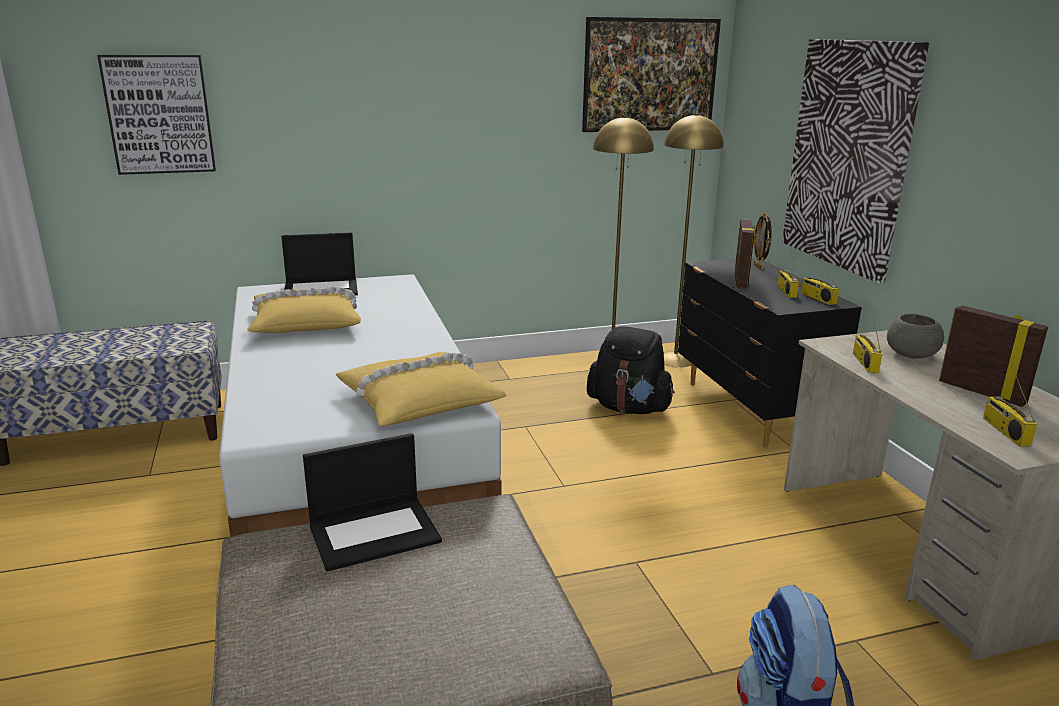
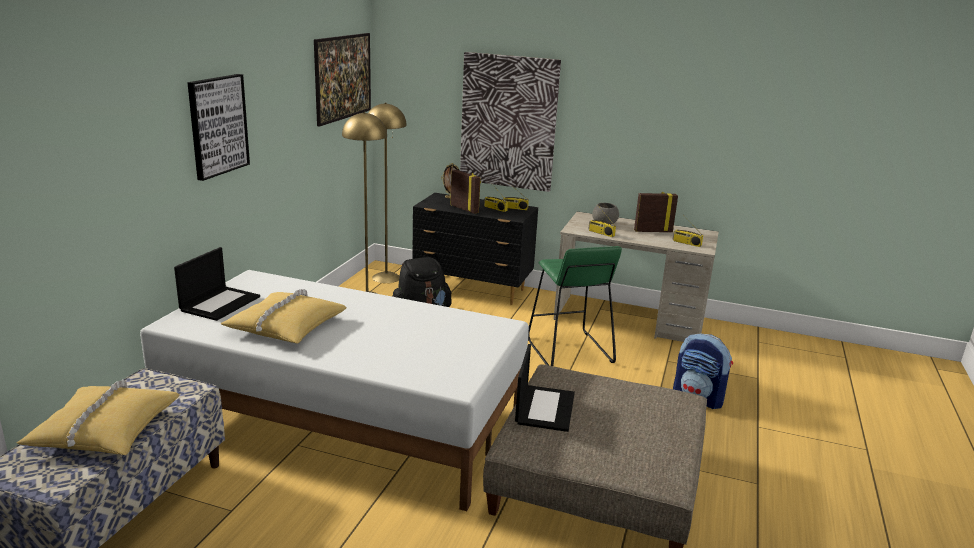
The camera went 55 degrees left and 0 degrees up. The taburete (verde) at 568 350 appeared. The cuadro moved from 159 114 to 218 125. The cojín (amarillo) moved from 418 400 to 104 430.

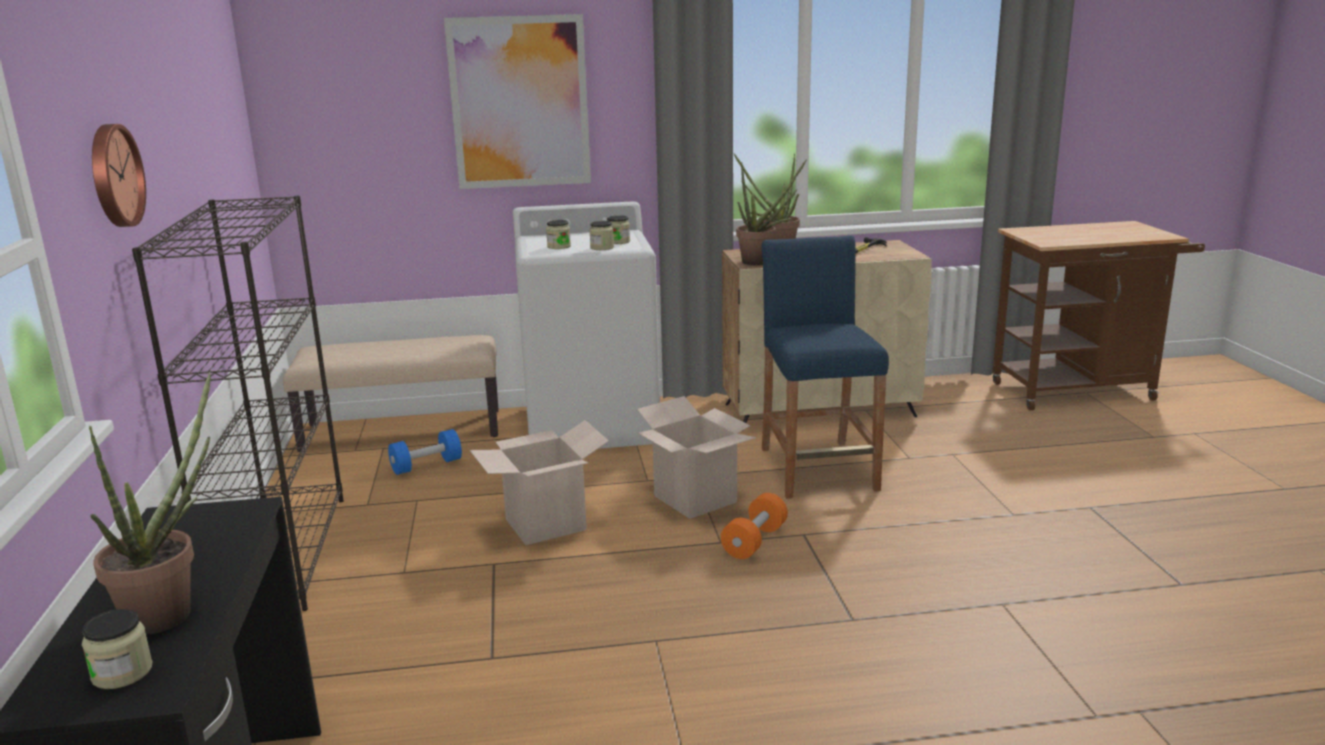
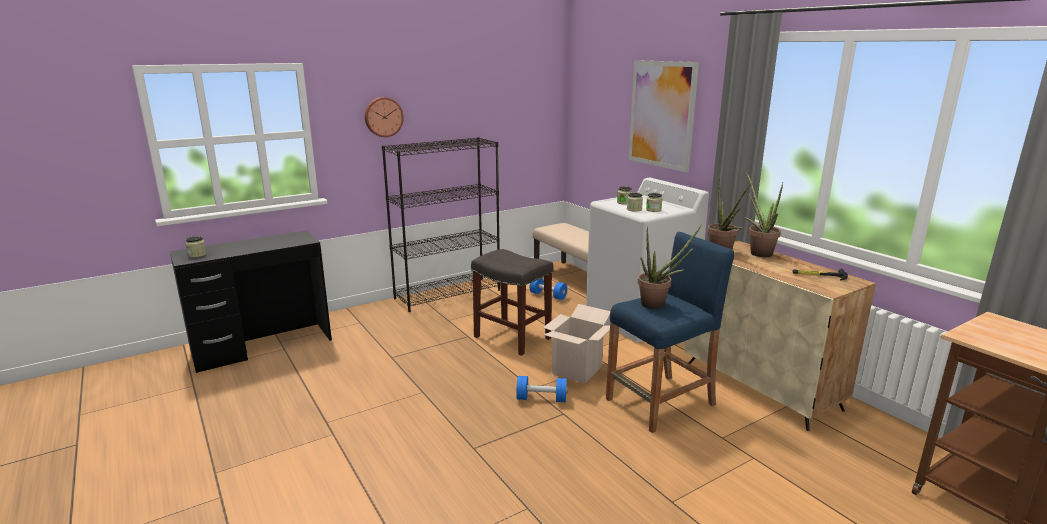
The camera went 65 degrees right and 0 degrees up. The planta en maceta moved from 171 610 to 658 304. The caja de cartón at 545 524 was replaced by the taburete (gris) at 513 337. The mancuerna (naranja) at 754 541 became the mancuerna (azul) at 541 399.

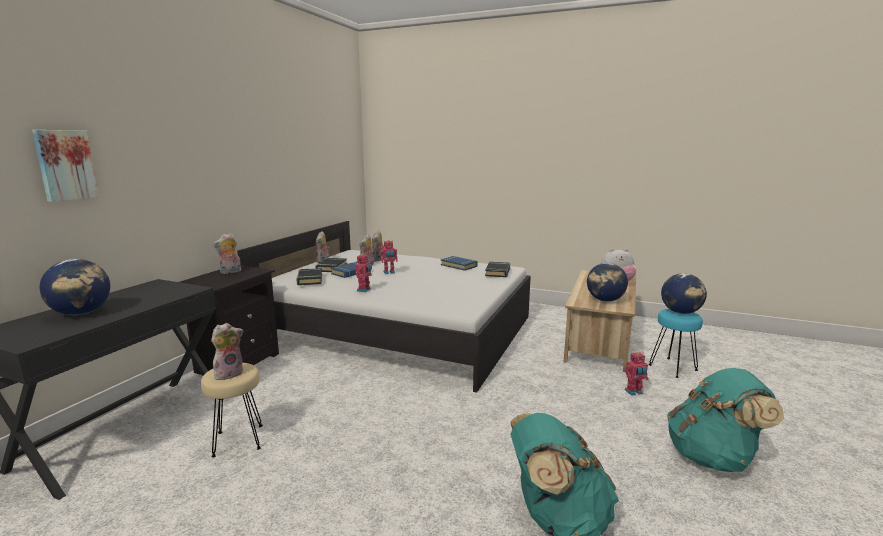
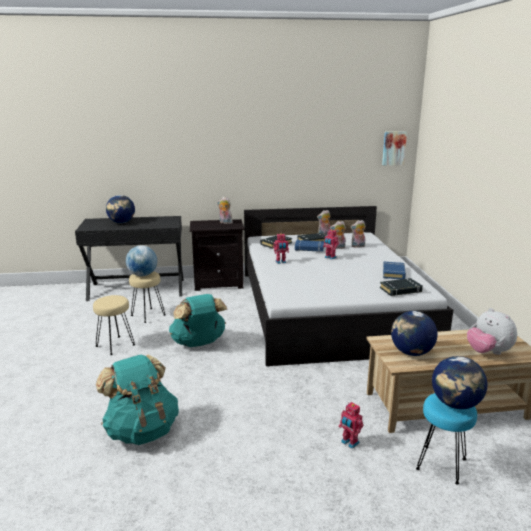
The camera went 60 degrees right and 5 degrees up. The taburete (beis) at 116 345 appeared. The cuadro moved from 65 165 to 393 148. The mochila (turquesa) moved from 713 457 to 199 343. The peluche at 229 373 was replaced by the globo terráqueo at 142 275.

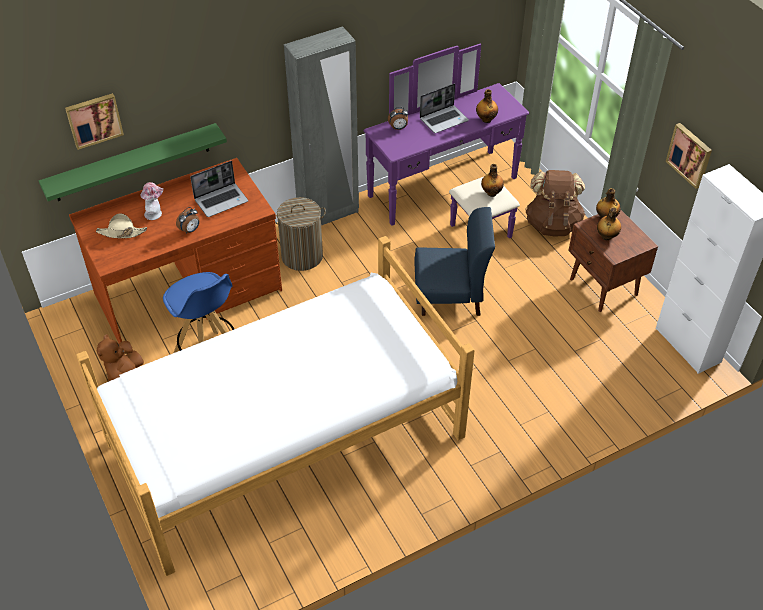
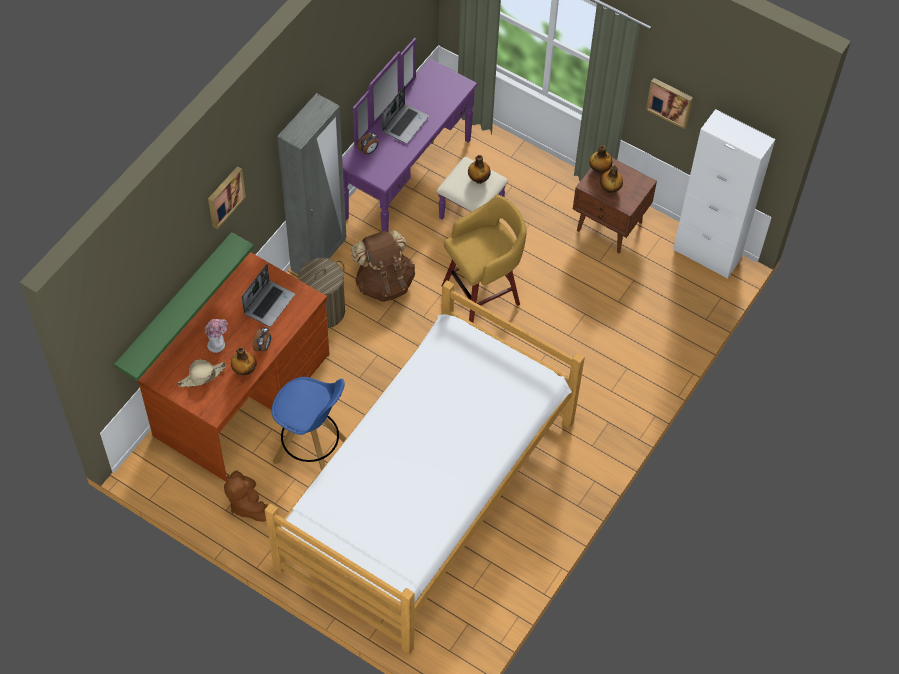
The camera went 30 degrees left and 10 degrees up. The cuadro moved from 94 120 to 224 196. The botella moved from 486 119 to 244 370. The mochila (marrón) moved from 552 224 to 384 283. The silla (azul) at 450 296 was replaced by the taburete (amarillo) at 483 294.

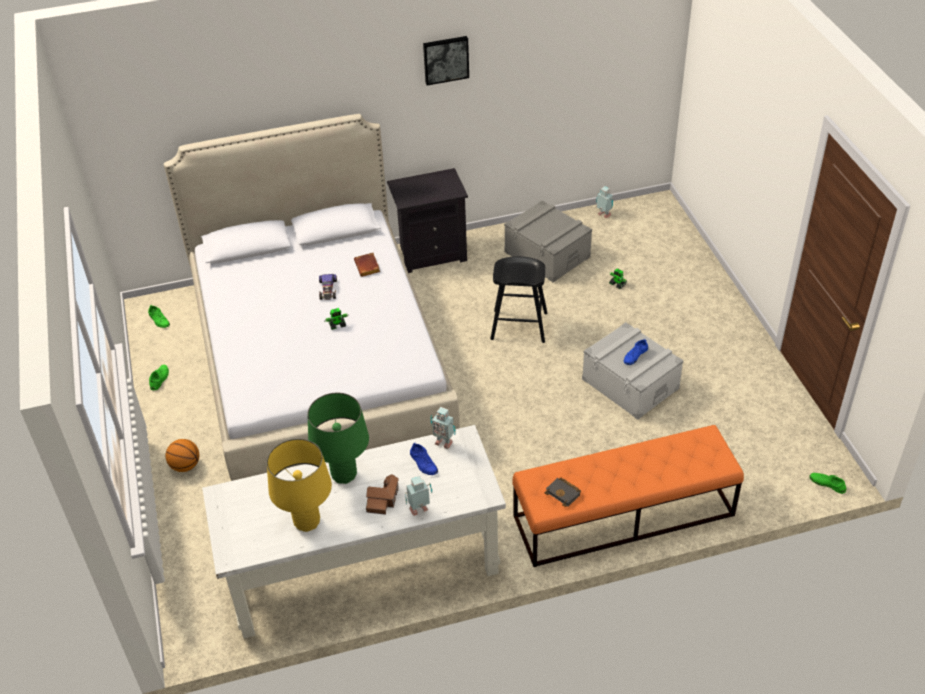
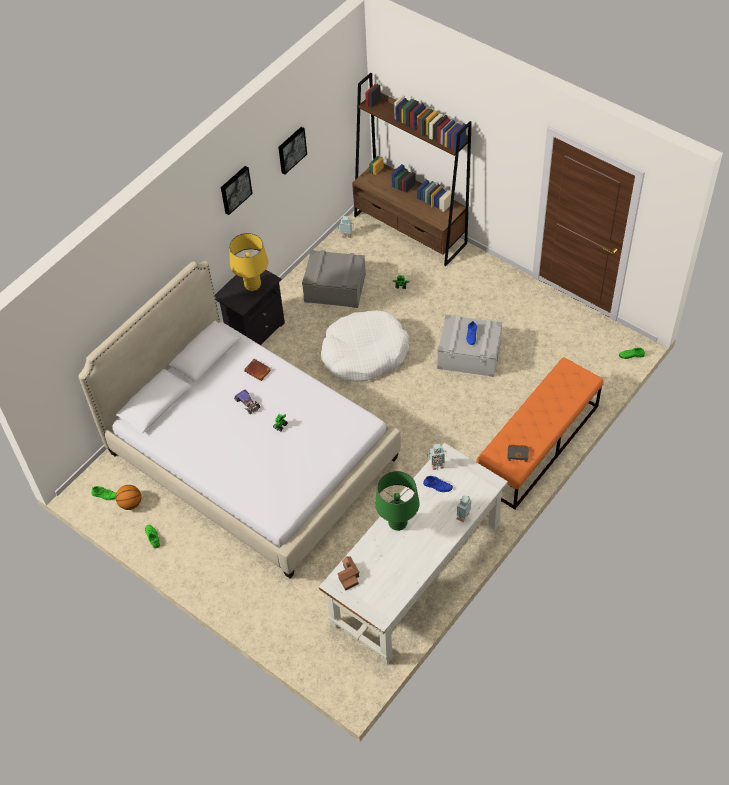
The camera went 35 degrees left and 10 degrees up. The cuadro at 291 149 appeared. The estantería (marrón) at 410 230 appeared. The balón de baloncesto moved from 185 465 to 130 503. The lámpara de mesa (amarillo) moved from 307 521 to 252 285. The casita moved from 383 500 to 348 576. The taburete (negro) at 519 326 was replaced by the cama para perro (blanco) at 364 353.

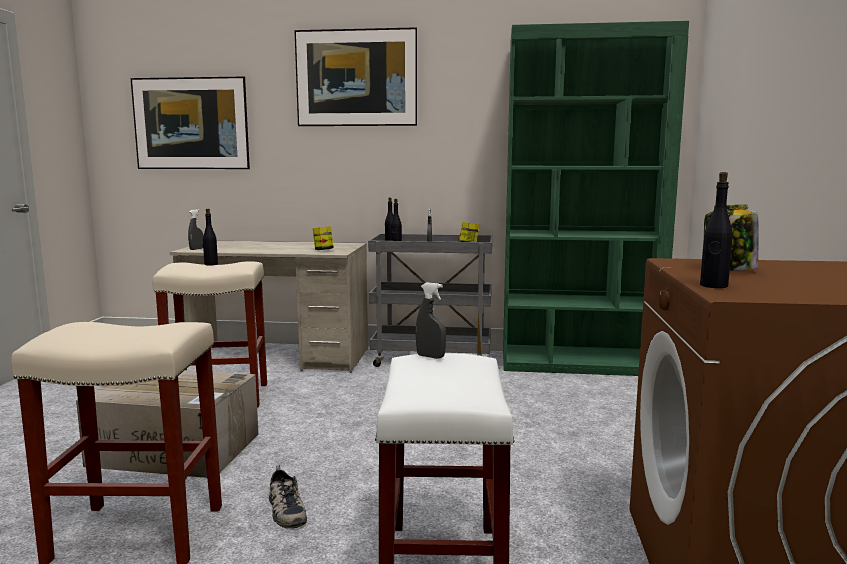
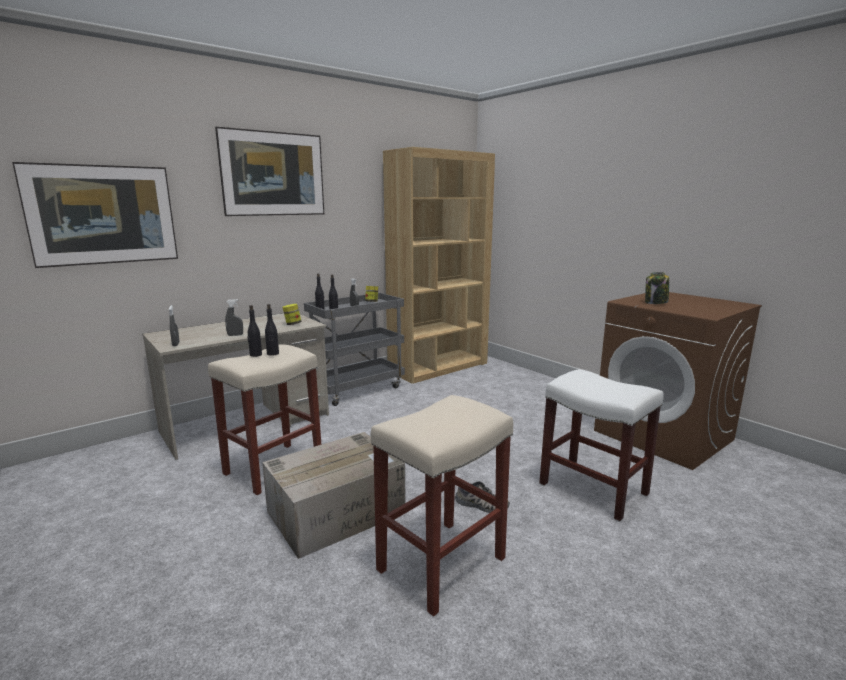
The camera went 45 degrees left and 5 degrees up. The pulverizador (gris) moved from 430 356 to 235 335. The botella (negro) moved from 713 286 to 273 354. The estantería (verde) at 578 364 became the estantería (marrón) at 439 367.

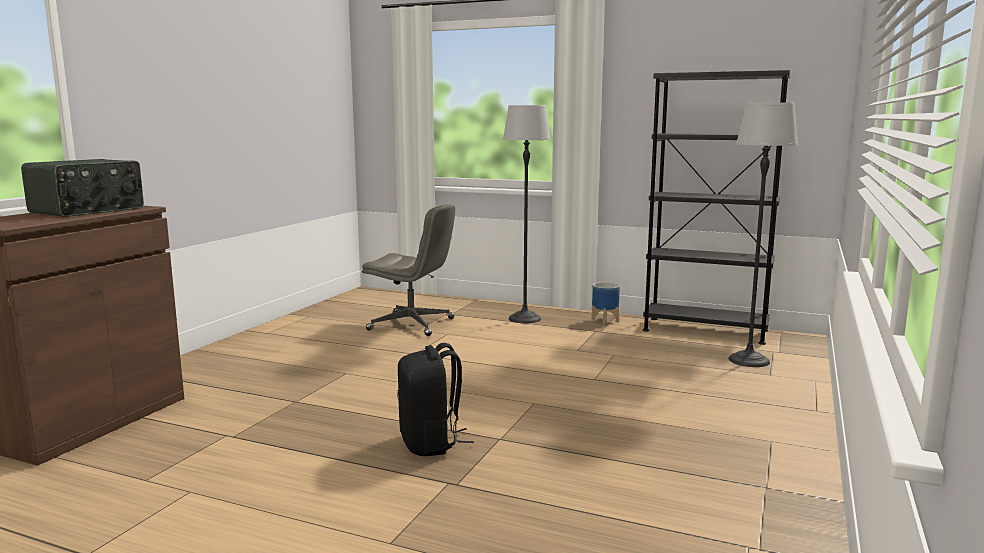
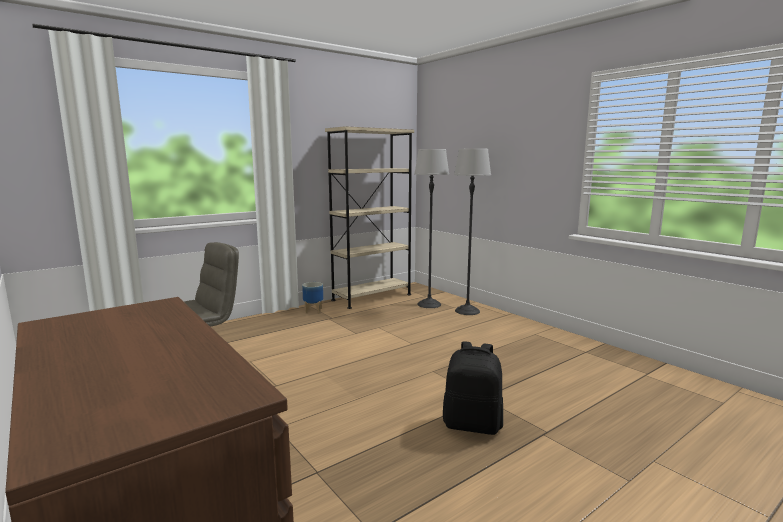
The camera went 60 degrees left and 0 degrees up. The radio at 88 210 disappeared. The lámpara de pie moved from 525 318 to 467 311. The estantería (negro) at 705 330 became the estantería (beis) at 372 297.

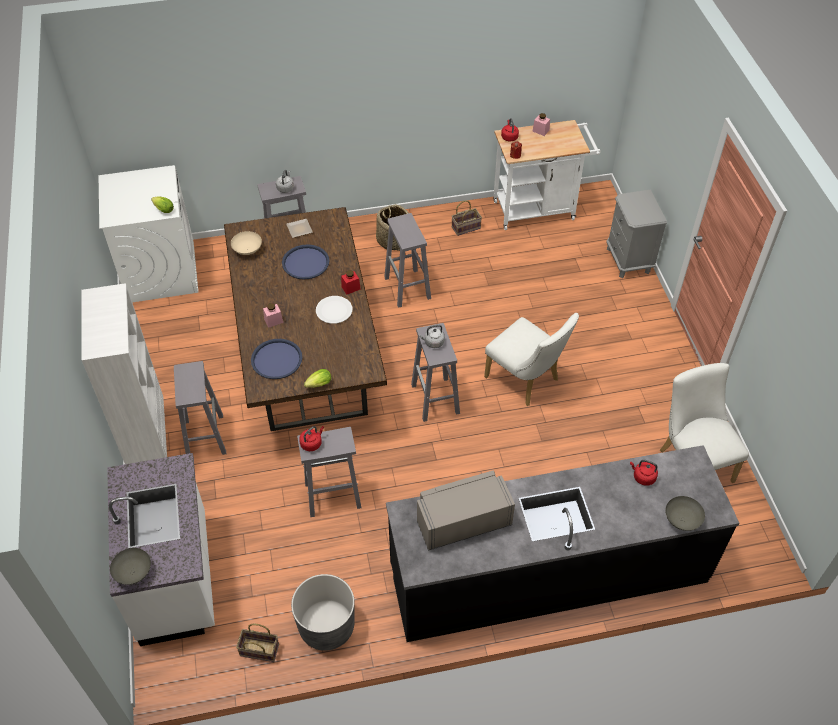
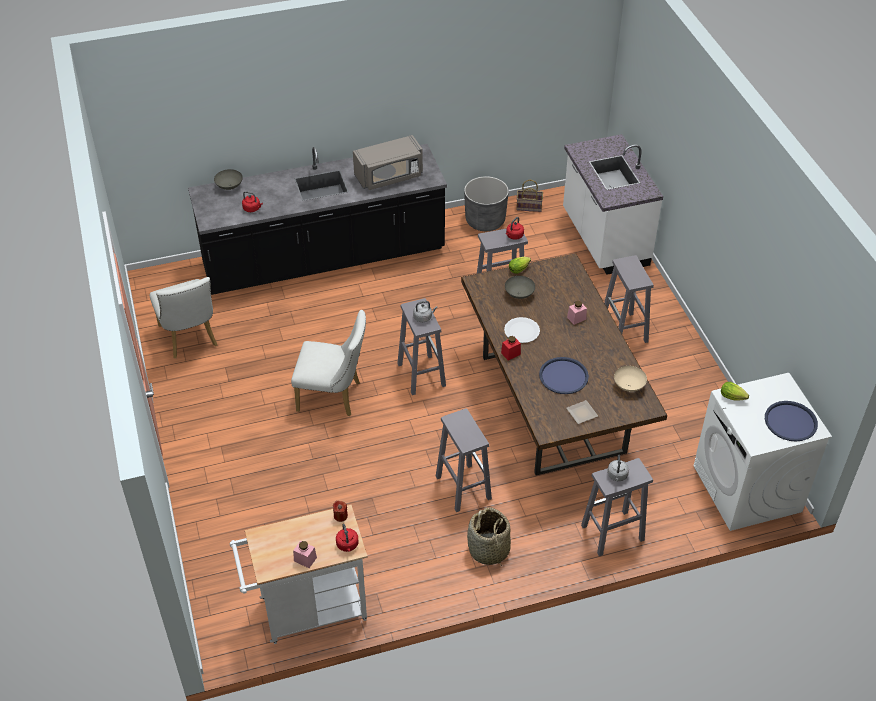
The camera went 175 degrees right and 5 degrees down. The estantería (blanco) at 148 442 disappeared. The cesta at 466 227 disappeared. The mesita de noche (gris) at 628 260 disappeared. The cuenco (gris) moved from 133 573 to 519 294. The bandeja (azul) moved from 276 359 to 790 422. The silla (blanco) at 526 381 turned 150 degrees clockwise.

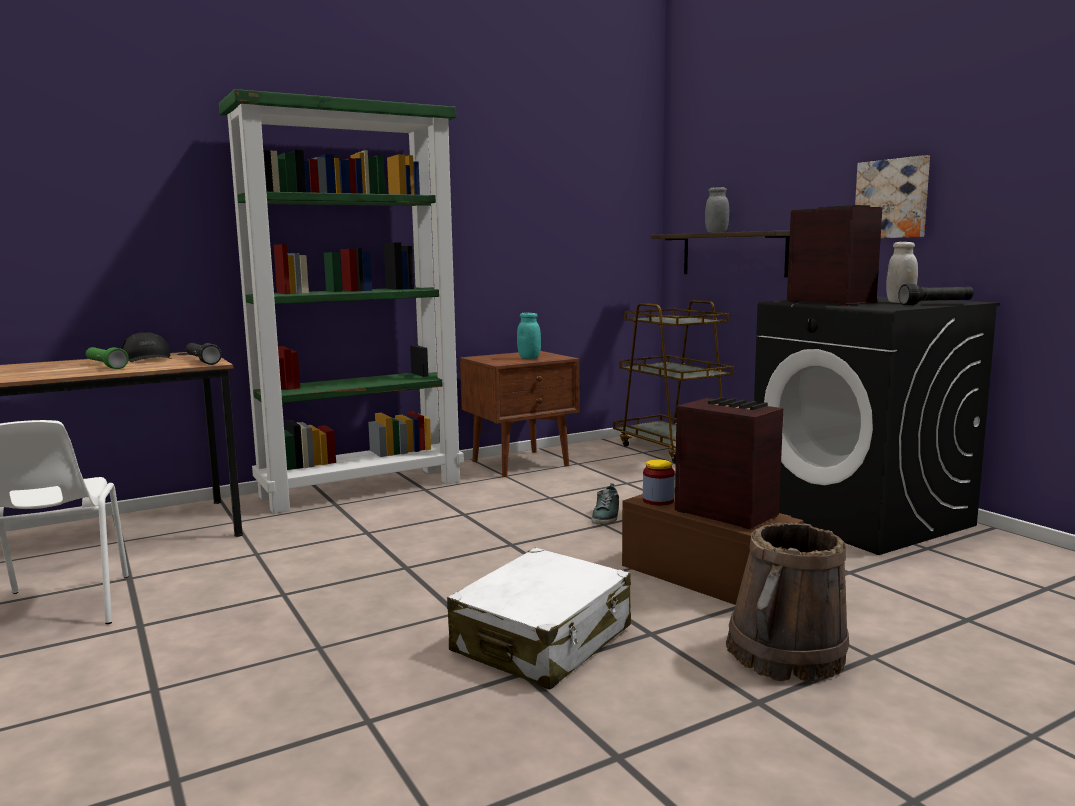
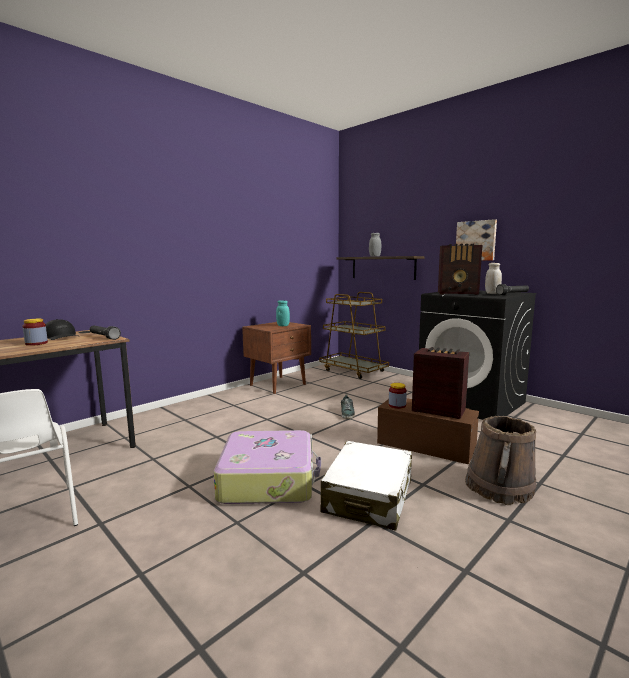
The camera went 15 degrees left and 0 degrees up. The estantería (verde) at 363 488 disappeared. The maleta at 269 479 appeared. The linterna (verde) at 105 366 was replaced by the tarro at 36 343. The radio at 830 302 turned 150 degrees clockwise.

